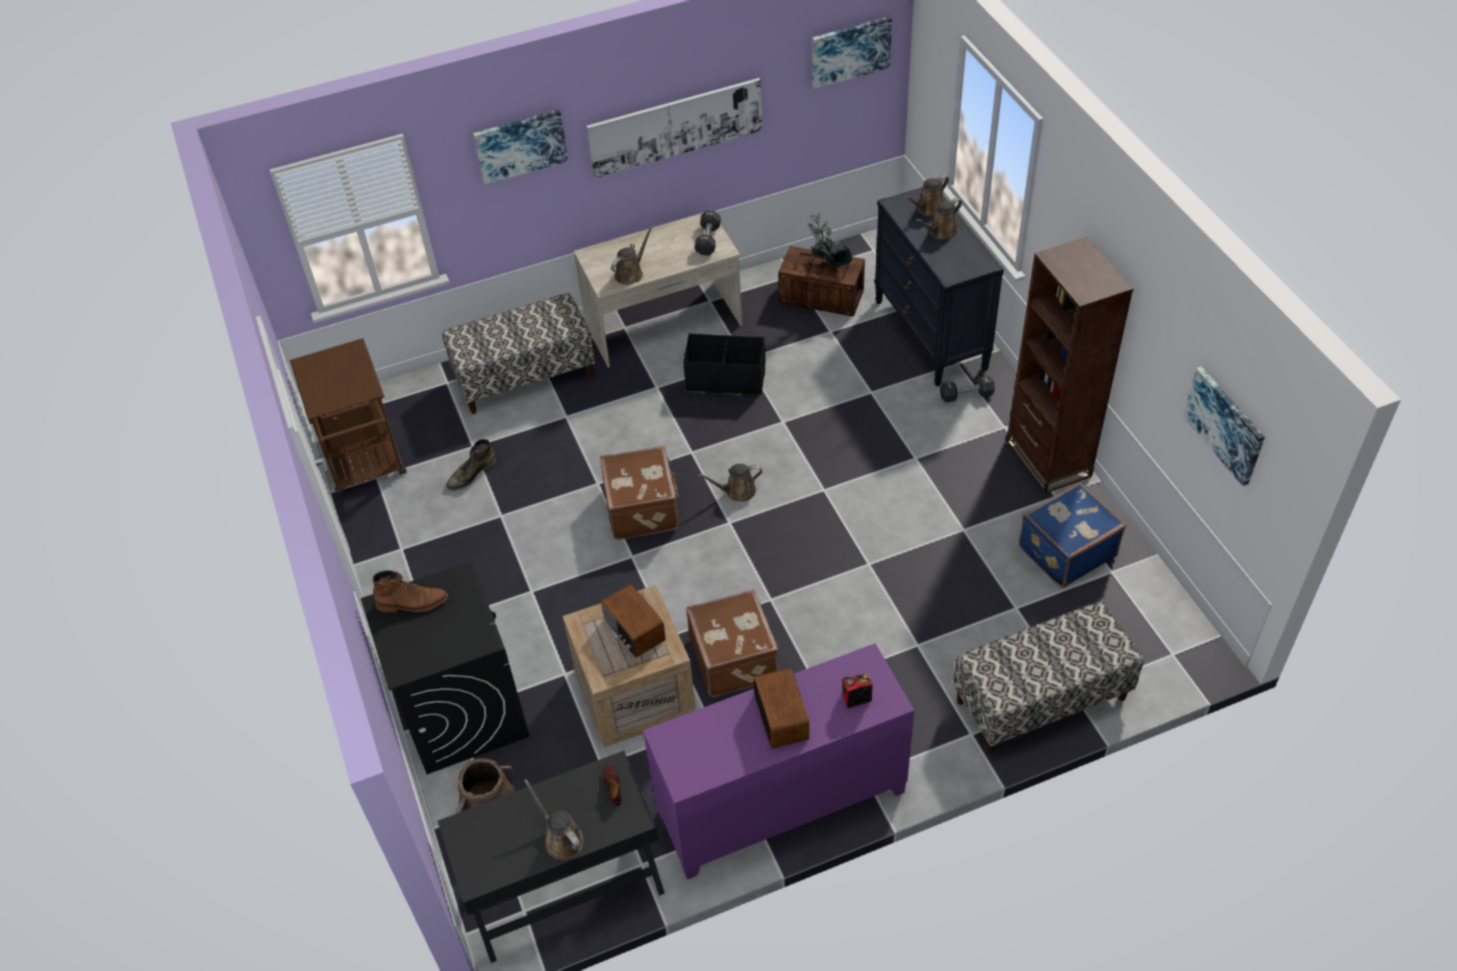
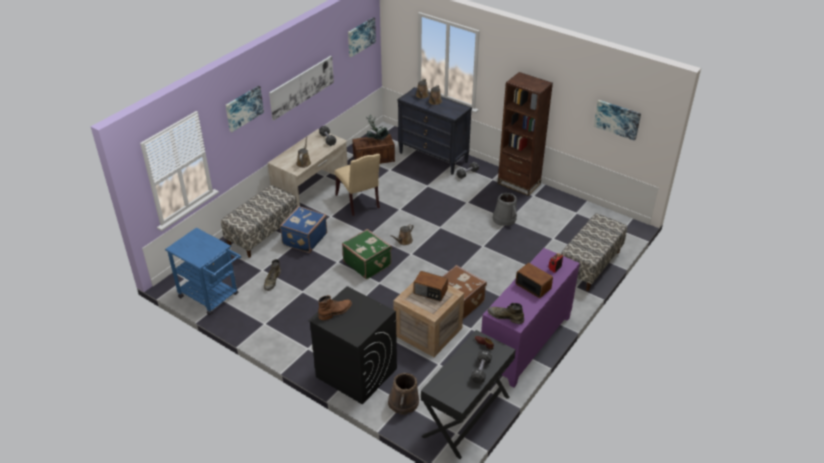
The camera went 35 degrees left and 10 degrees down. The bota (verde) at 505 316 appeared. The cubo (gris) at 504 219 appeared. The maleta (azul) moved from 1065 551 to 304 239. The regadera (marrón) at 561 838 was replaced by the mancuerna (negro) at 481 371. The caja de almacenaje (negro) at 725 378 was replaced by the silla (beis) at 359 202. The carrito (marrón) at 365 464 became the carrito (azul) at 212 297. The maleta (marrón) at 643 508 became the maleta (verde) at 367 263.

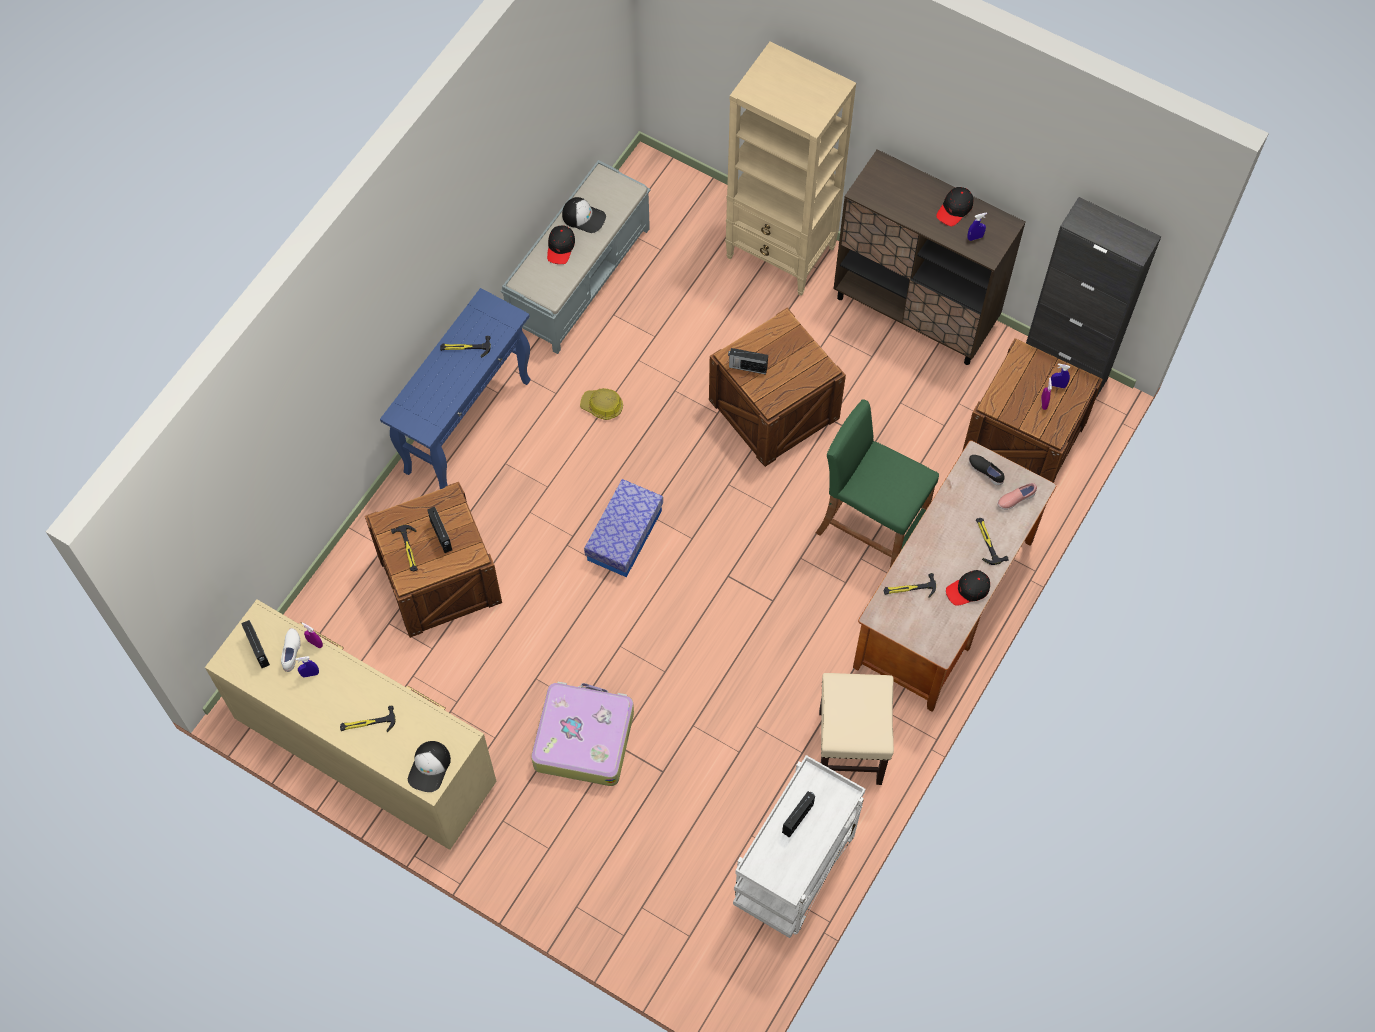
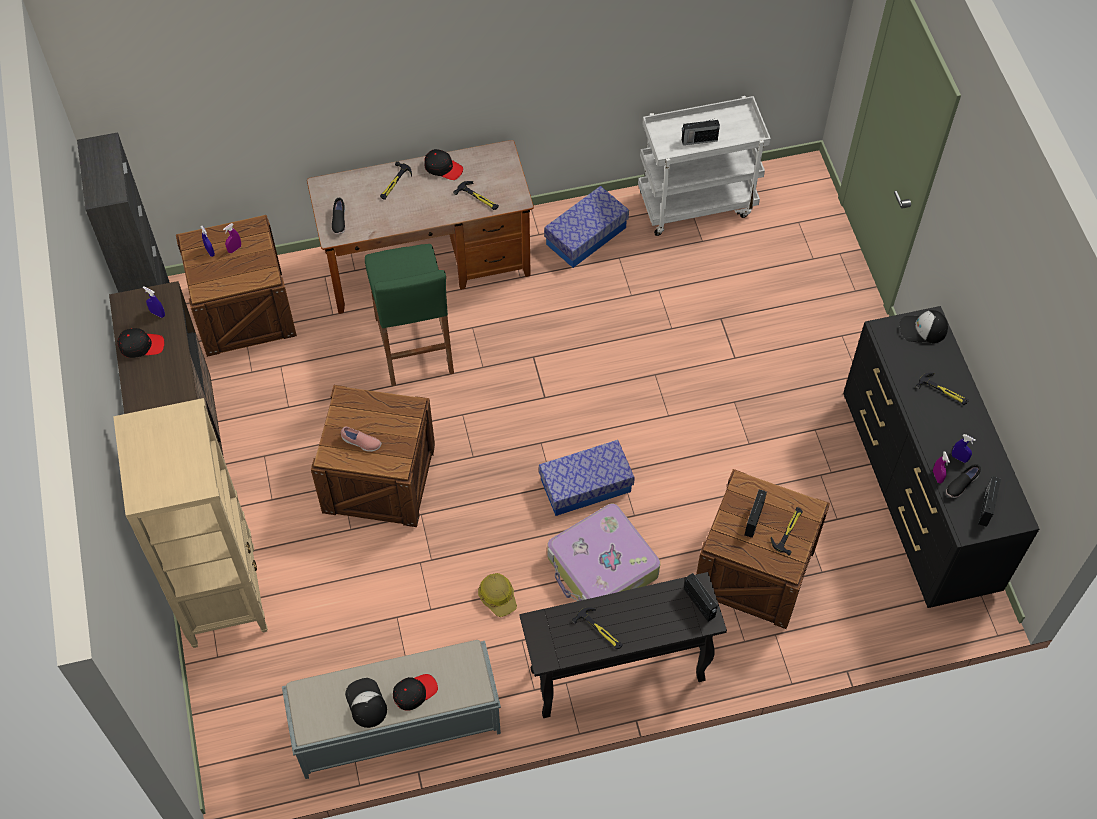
The camera went 135 degrees left and 5 degrees down. The maleta moved from 583 738 to 602 567. The radio moved from 747 367 to 699 604. The zapato (rosa) moved from 1015 499 to 361 443. The taburete (beis) at 850 748 was replaced by the caja de almacenaje at 586 236. The cómoda (beis) at 365 752 became the cómoda (negro) at 917 495. The zapato (blanco) at 292 652 became the zapato (negro) at 961 485. The mesa consola (azul) at 468 425 became the mesa consola (negro) at 616 676. The gorra at 430 768 turned 150 degrees counterclockwise.

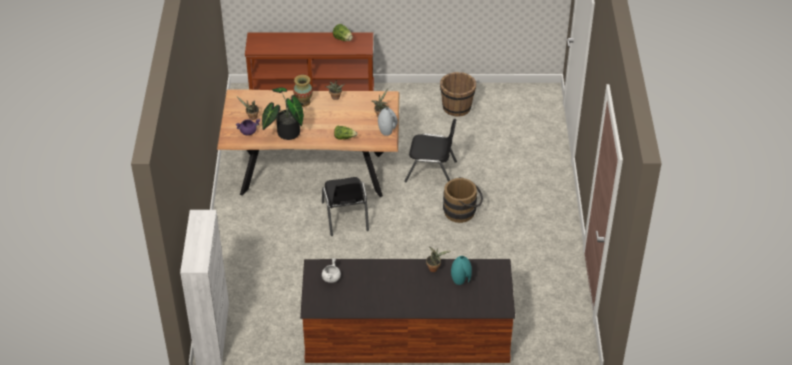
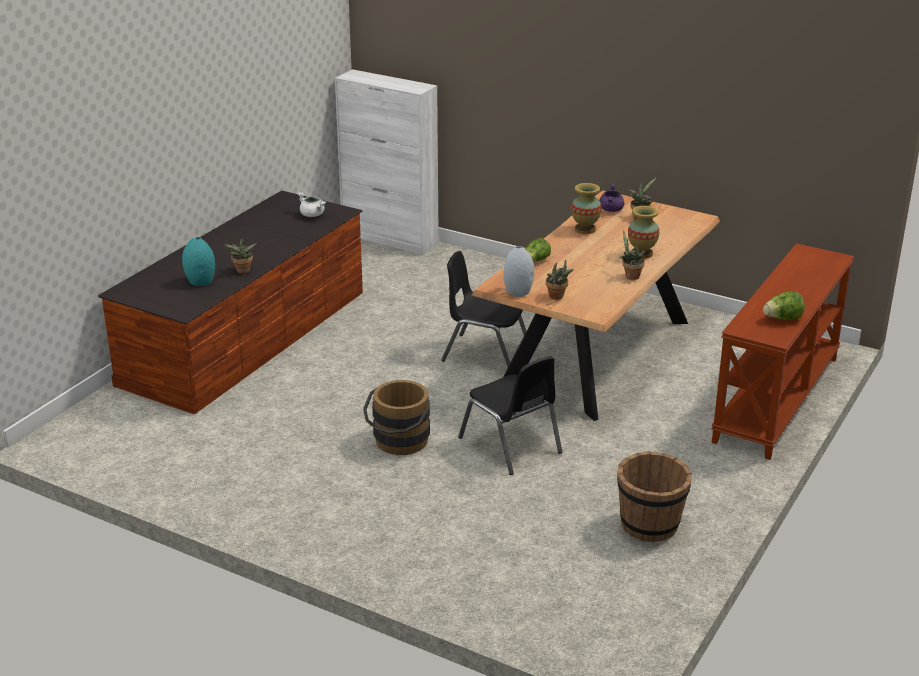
The camera went 120 degrees right and 15 degrees down. The planta en maceta at 285 133 was replaced by the florero at 585 229. The silla (negro) at 431 171 turned 75 degrees counterclockwise.

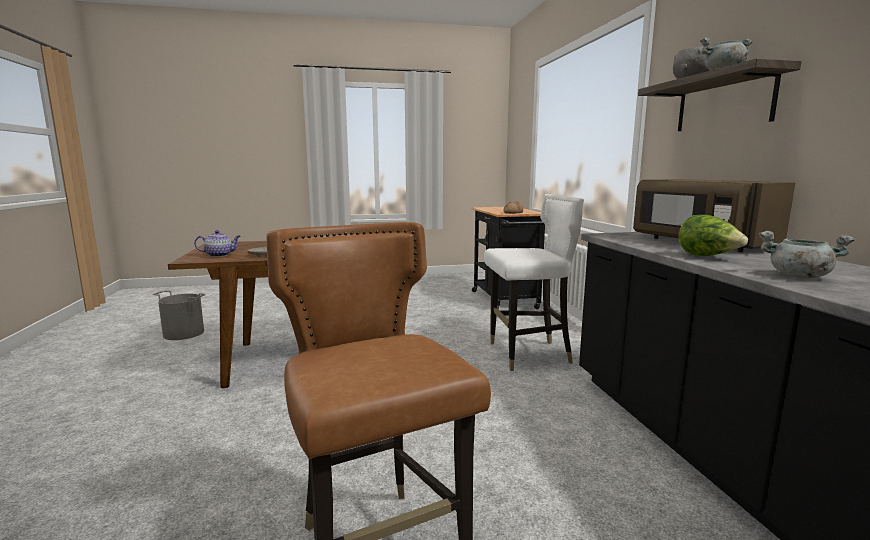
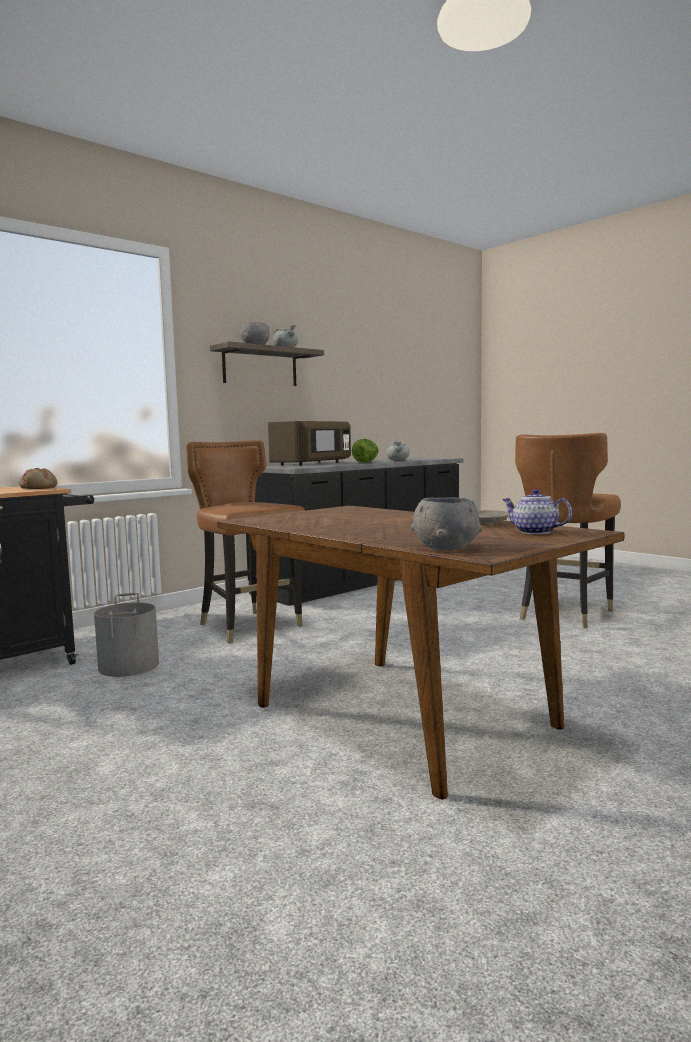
The camera went 120 degrees left and 5 degrees down. The cuenco (gris) at 445 548 appeared. The cubo (gris) moved from 183 333 to 130 666. The silla (blanco) at 528 354 became the silla (marrón) at 249 627.

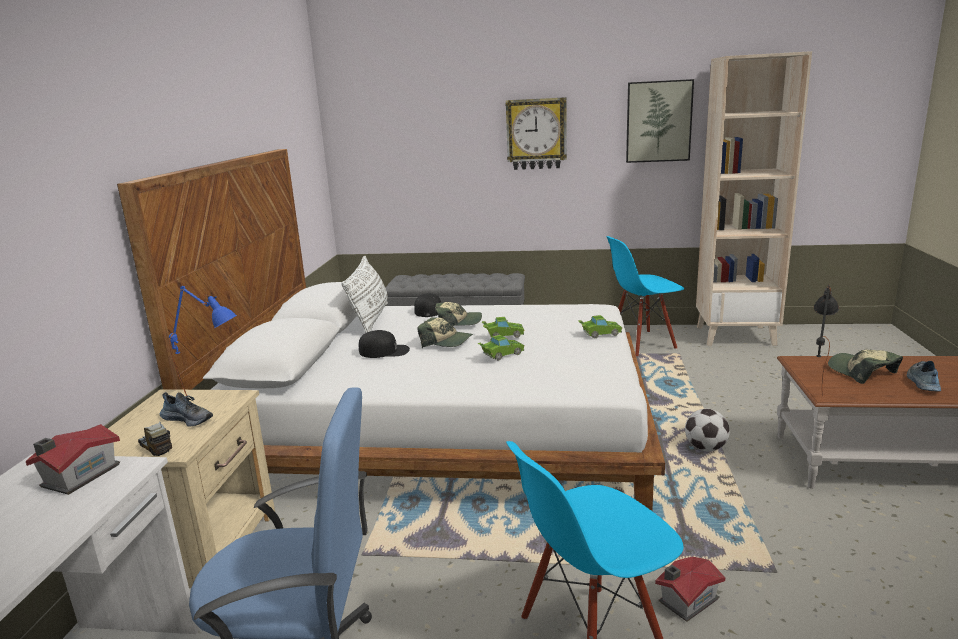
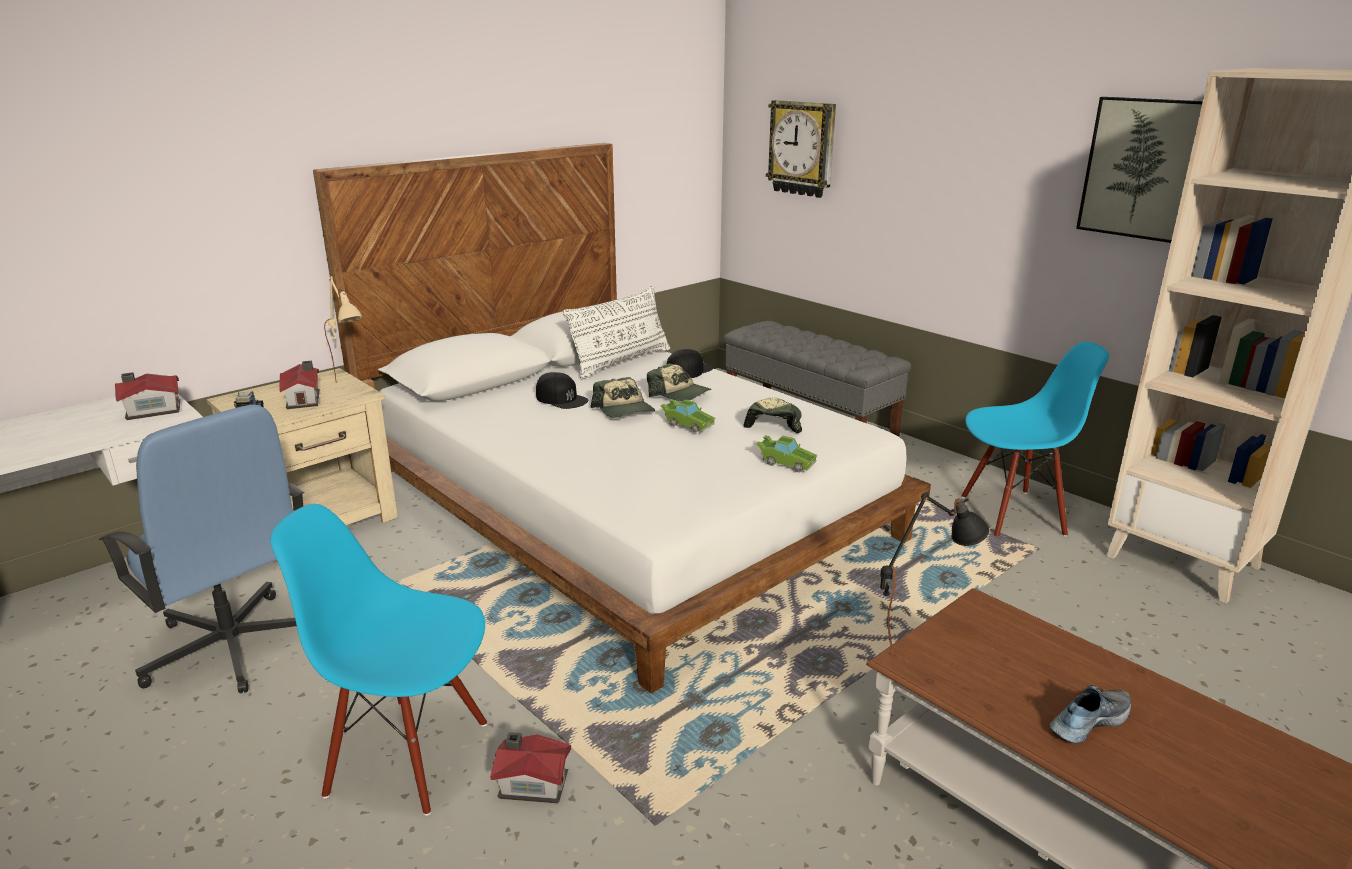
The camera went 40 degrees right and 5 degrees up. The coche de juguete (verde) at 501 355 disappeared. The balón de fútbol at 705 448 disappeared. The reloj de pared moved from 536 134 to 802 148. The gorra moved from 862 372 to 774 422. The zapato at 188 419 was replaced by the casita at 305 399. The lámpara de mesa (azul) at 215 396 became the lámpara de mesa (beis) at 353 387. The silla (azul) at 642 343 turned 150 degrees clockwise.

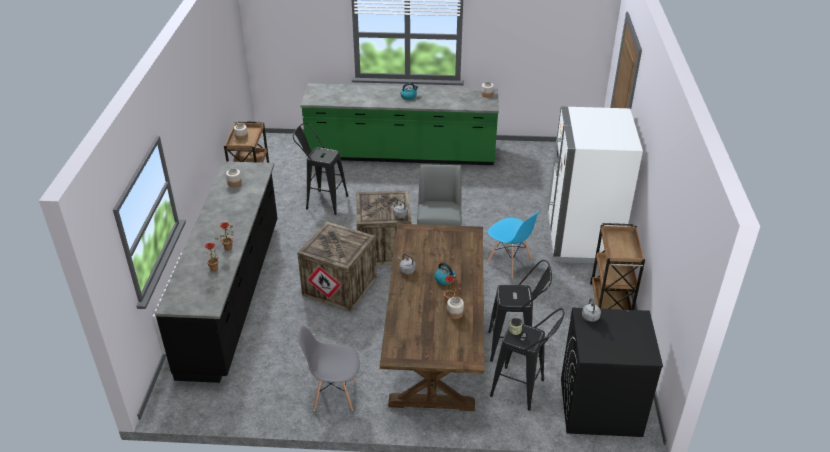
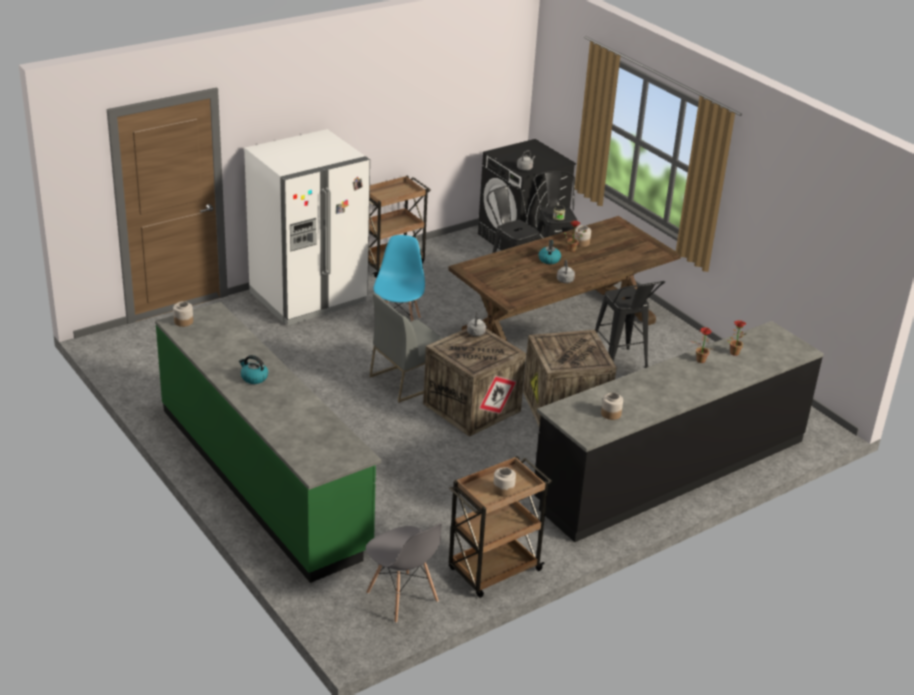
The camera went 130 degrees left and 5 degrees down. The taburete (negro) moved from 322 201 to 620 367. The silla (gris) moved from 334 395 to 402 597.

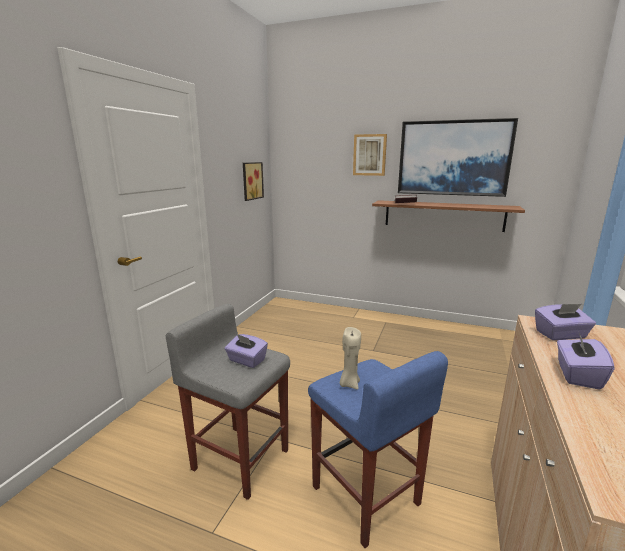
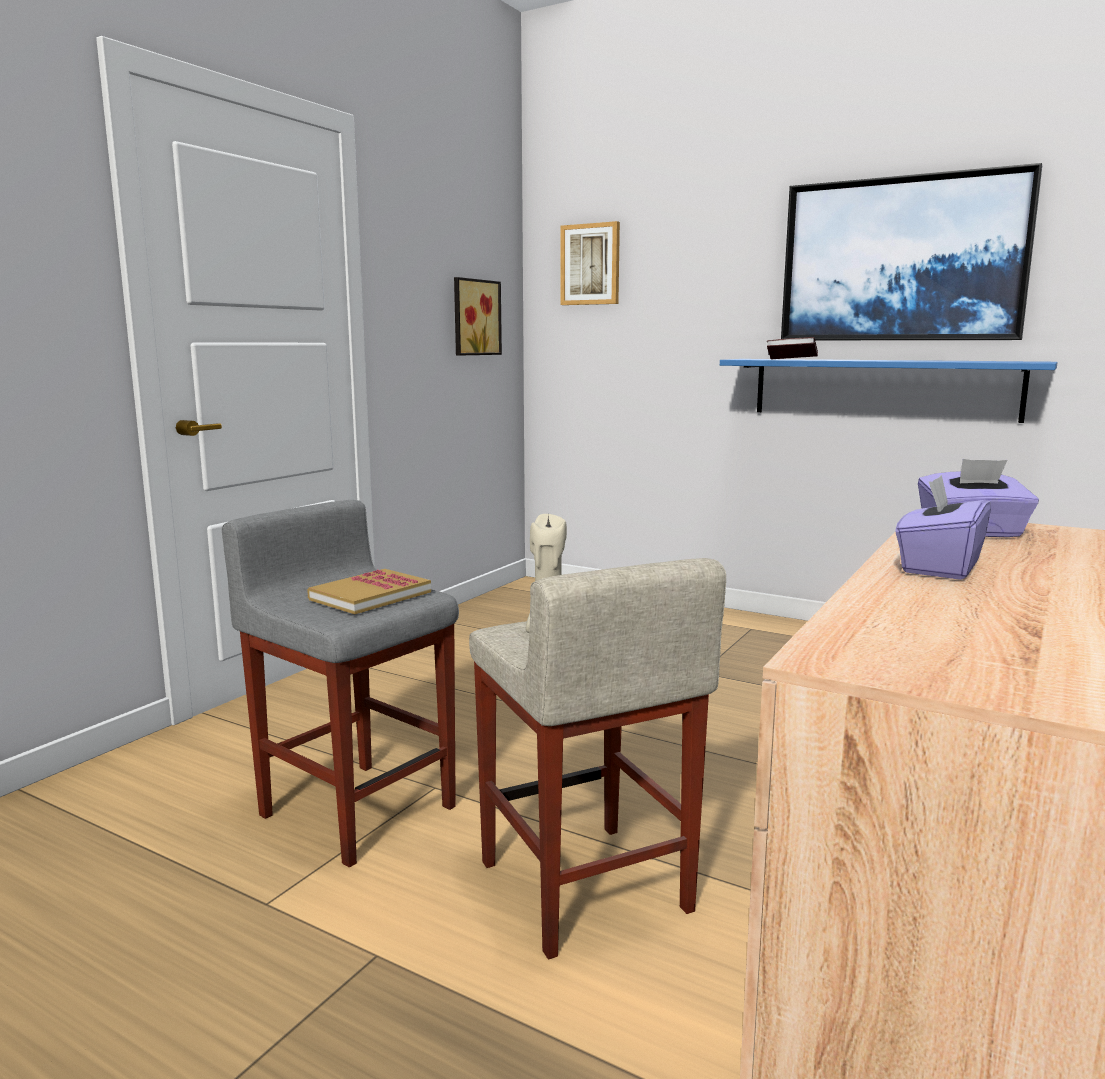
The camera went 10 degrees right and 5 degrees down. The cuadro moved from 369 155 to 590 264. The caja de pañuelos (morado) at 246 360 was replaced by the libro at 370 596. The taburete (azul) at 366 496 became the taburete (beis) at 585 888. The estante (marrón) at 443 215 became the estante (azul) at 883 388.

